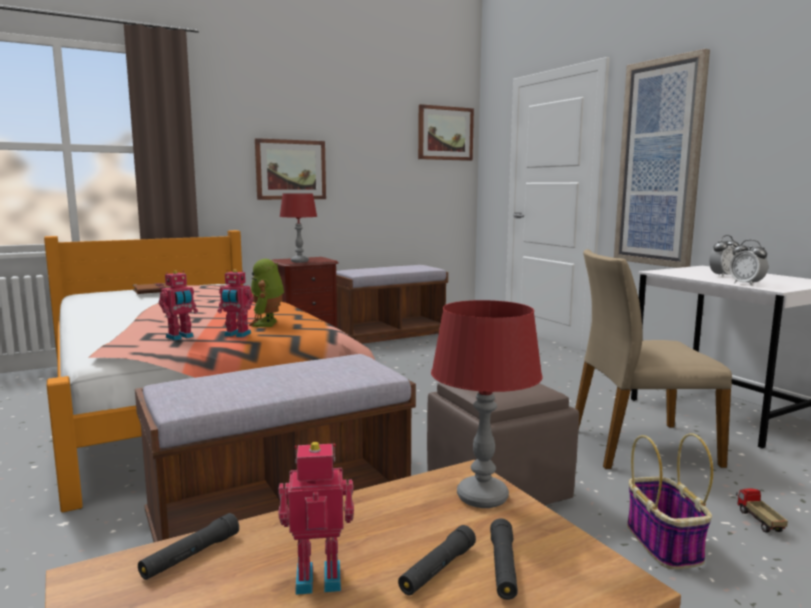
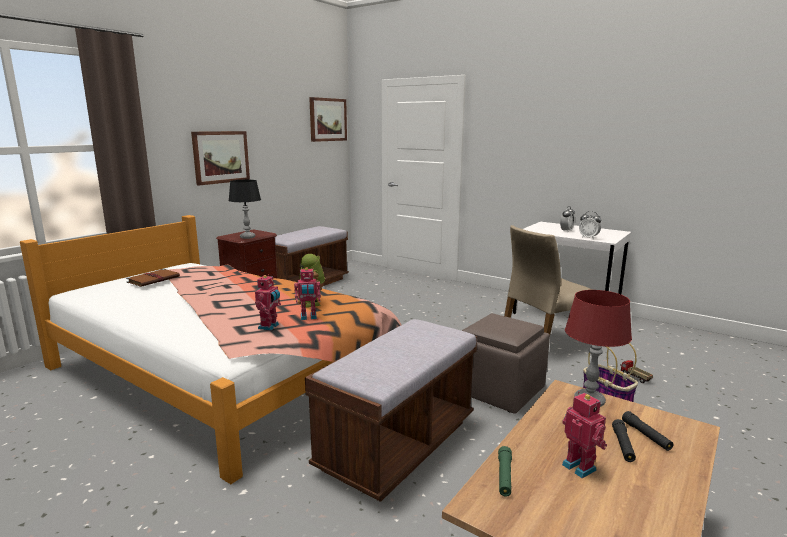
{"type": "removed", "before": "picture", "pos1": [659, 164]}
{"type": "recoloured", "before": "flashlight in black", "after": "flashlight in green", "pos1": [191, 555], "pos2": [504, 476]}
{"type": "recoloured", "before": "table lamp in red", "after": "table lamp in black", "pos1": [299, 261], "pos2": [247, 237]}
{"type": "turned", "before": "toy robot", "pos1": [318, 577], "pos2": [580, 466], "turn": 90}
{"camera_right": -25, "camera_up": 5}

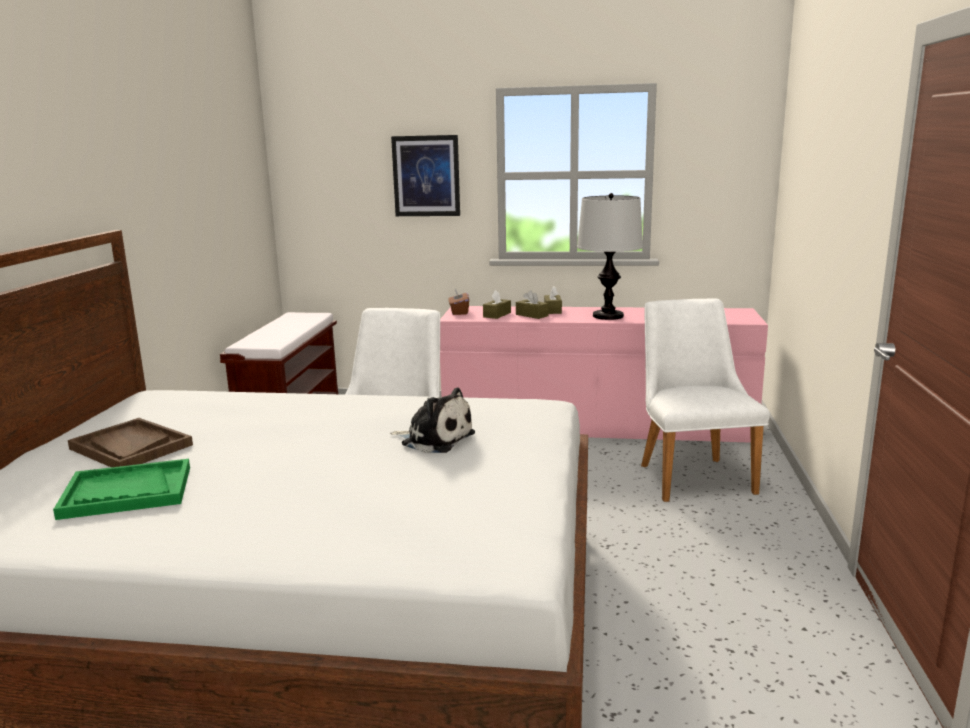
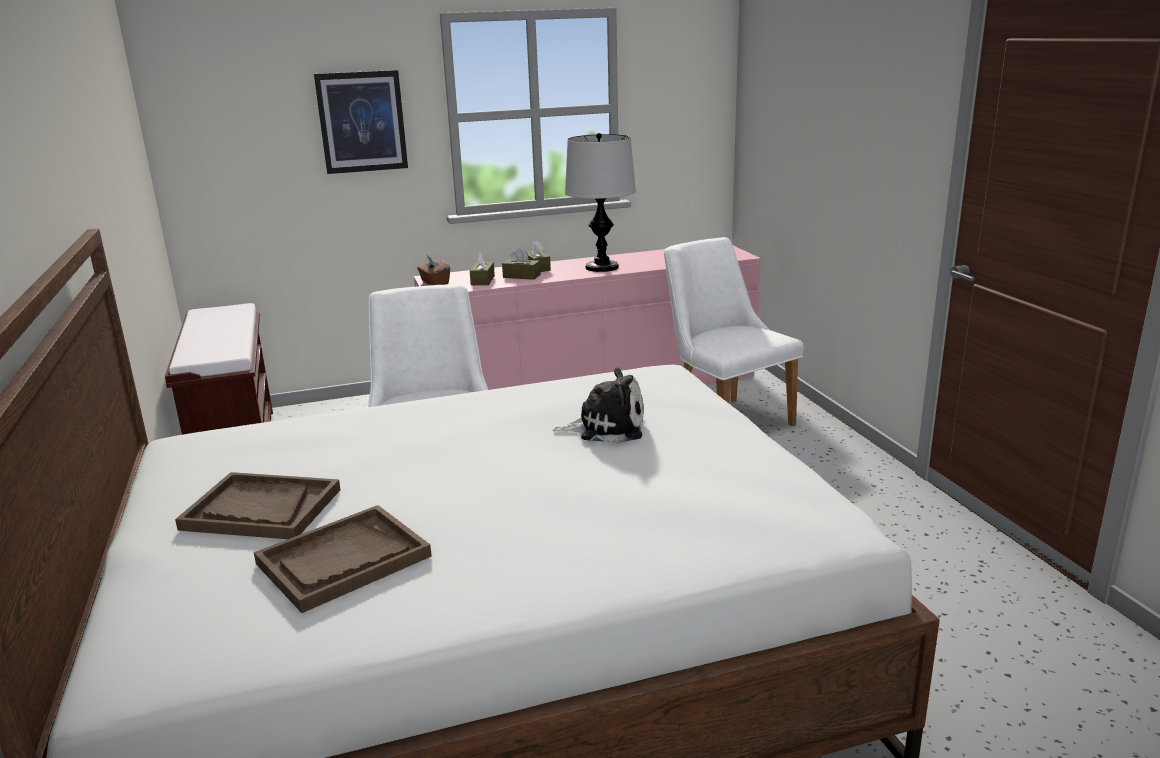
{"type": "recoloured", "before": "tray in green", "after": "tray in brown", "pos1": [126, 492], "pos2": [343, 560]}
{"camera_right": -25, "camera_up": 5}

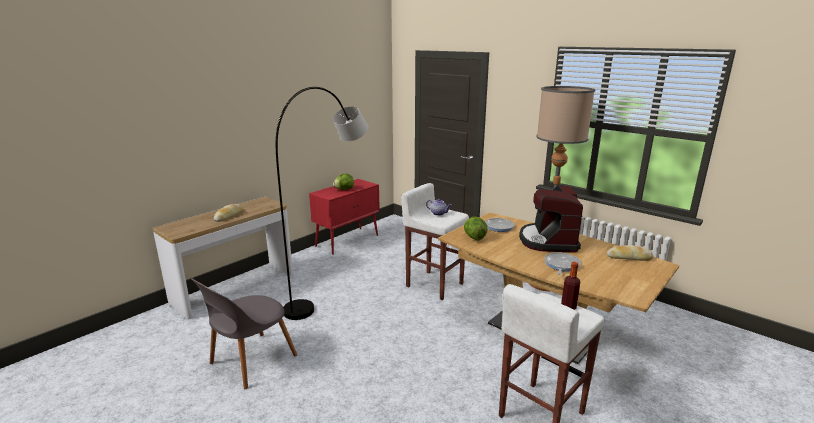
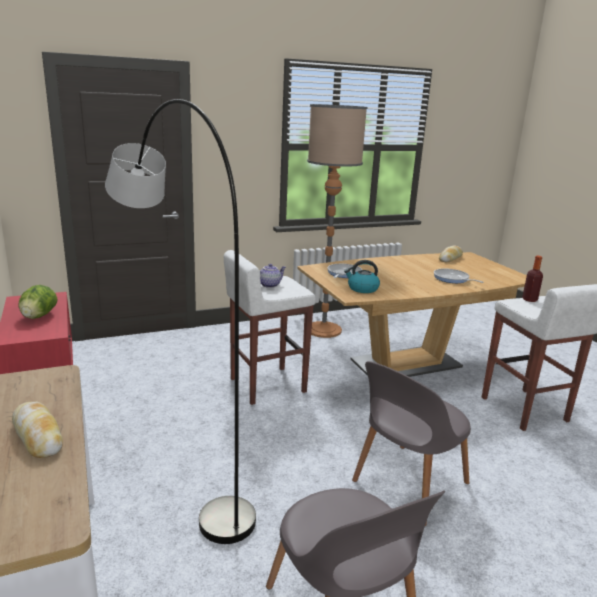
{"type": "removed", "before": "coffee machine", "pos1": [548, 241]}
{"type": "added", "after": "chair in grey", "pos2": [407, 484]}
{"type": "replaced", "before": "lettuce", "after": "kettle", "pos1": [474, 237], "pos2": [362, 289]}
{"camera_right": -65, "camera_up": 0}

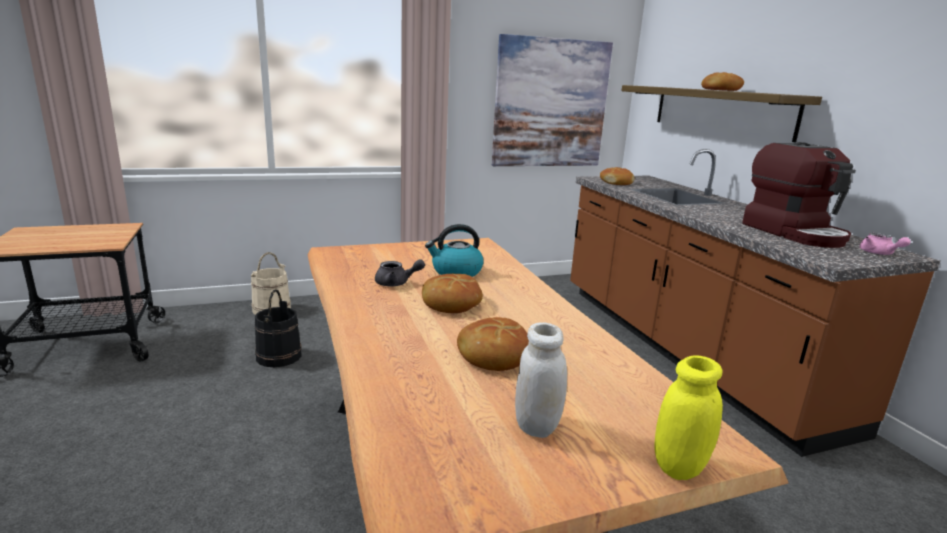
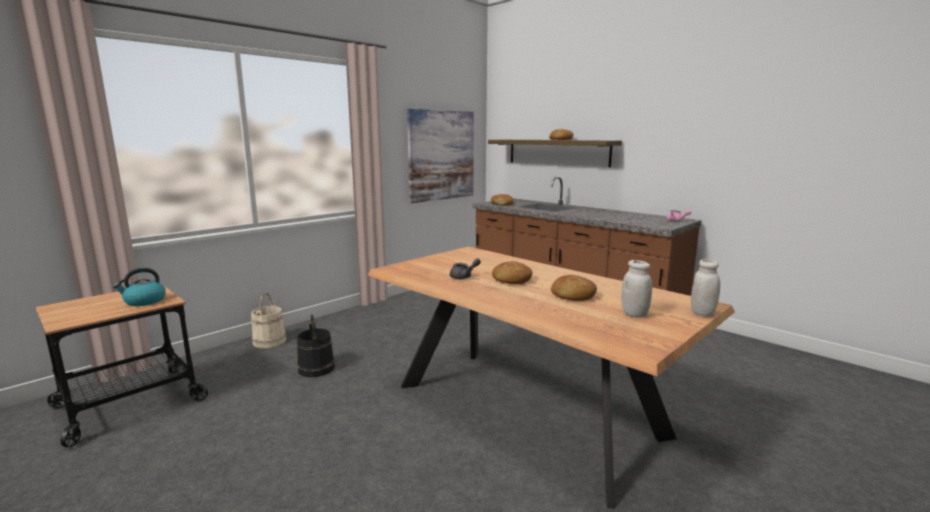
{"type": "removed", "before": "coffee machine", "pos1": [795, 233]}
{"type": "moved", "before": "kettle", "pos1": [456, 272], "pos2": [144, 301]}
{"type": "recoloured", "before": "jar in yellow", "after": "jar in white", "pos1": [679, 467], "pos2": [702, 313]}
{"camera_right": -25, "camera_up": -5}

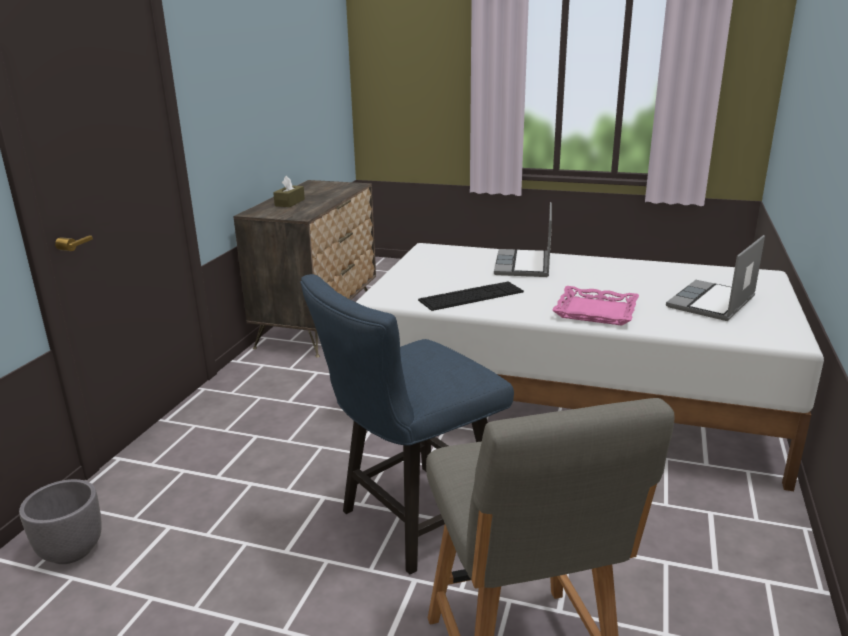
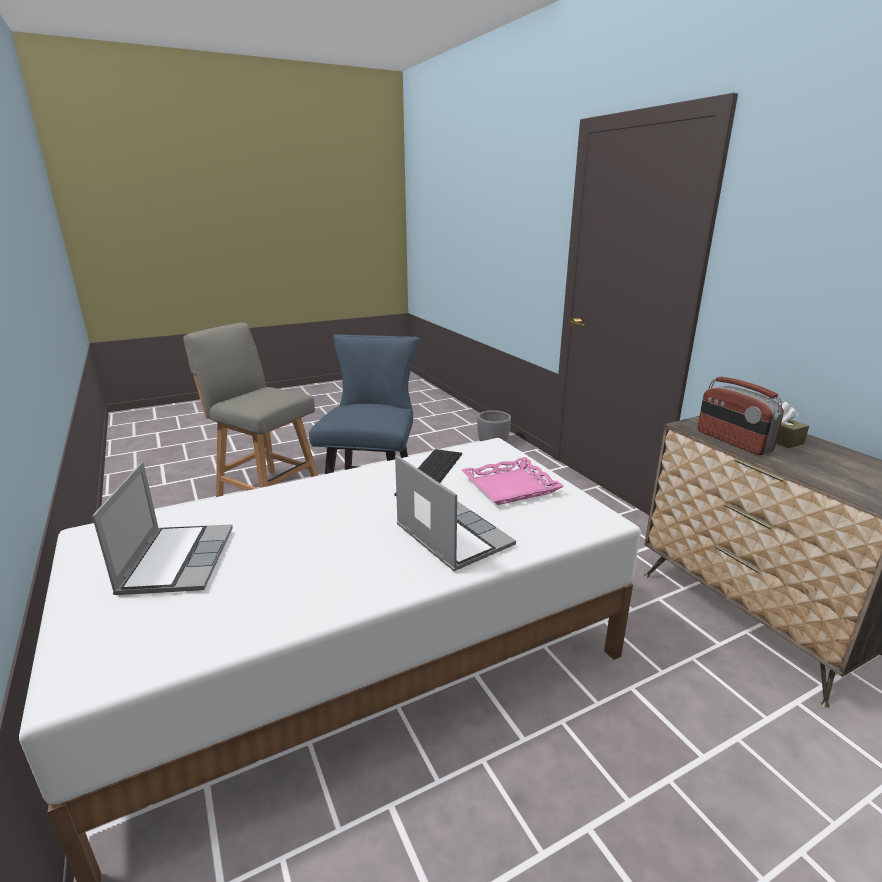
{"type": "added", "after": "radio", "pos2": [732, 441]}
{"type": "moved", "before": "tray in pink", "pos1": [596, 311], "pos2": [510, 487]}
{"camera_right": 135, "camera_up": 0}

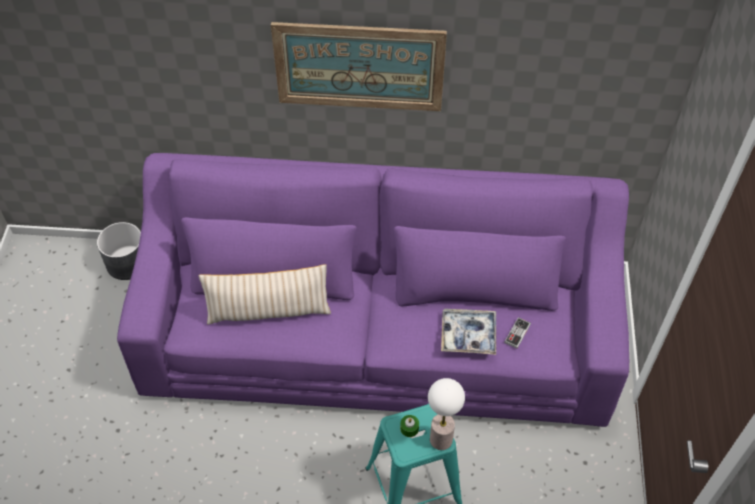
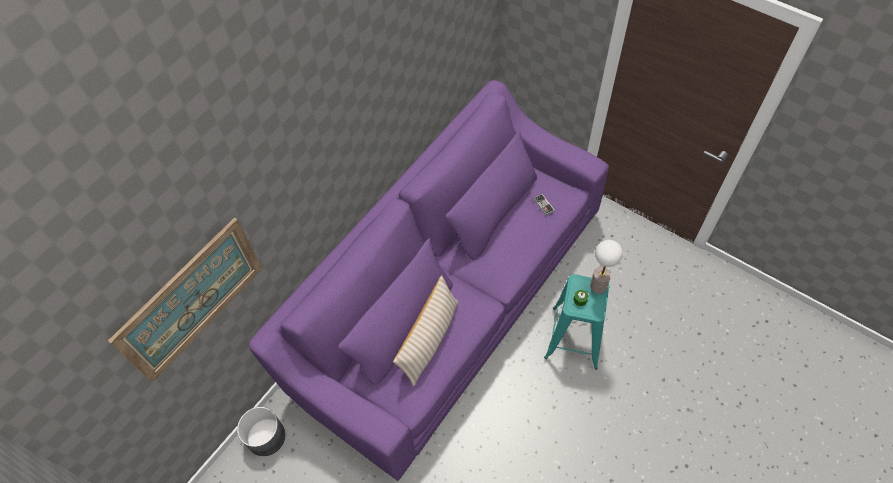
{"type": "removed", "before": "tray", "pos1": [468, 335]}
{"type": "moved", "before": "picture", "pos1": [359, 66], "pos2": [191, 299]}
{"camera_right": -55, "camera_up": 5}

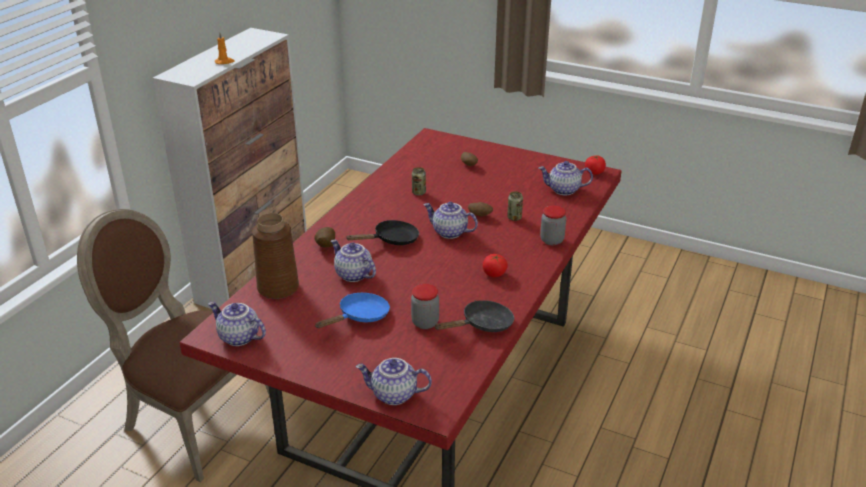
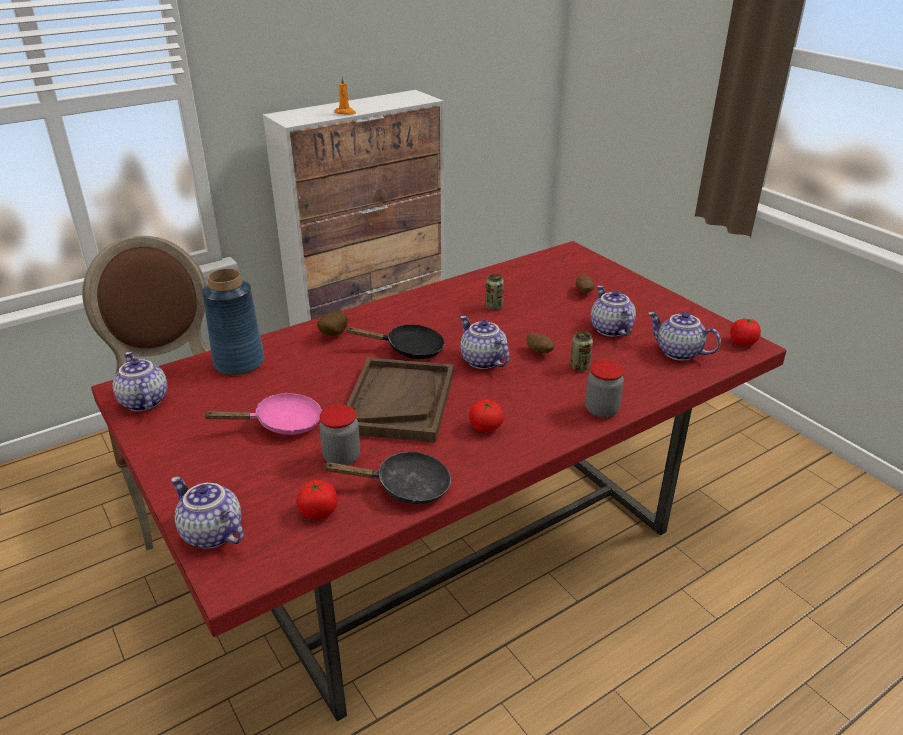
{"type": "added", "after": "tomato", "pos2": [319, 511]}
{"type": "added", "after": "tray in brown", "pos2": [399, 401]}
{"type": "moved", "before": "teapot", "pos1": [352, 275], "pos2": [609, 329]}
{"type": "recoloured", "before": "vase in brown", "after": "vase in blue", "pos1": [278, 288], "pos2": [238, 363]}
{"type": "recoloured", "before": "frying pan in blue", "after": "frying pan in pink", "pos1": [360, 316], "pos2": [282, 423]}
{"camera_right": 30, "camera_up": 0}

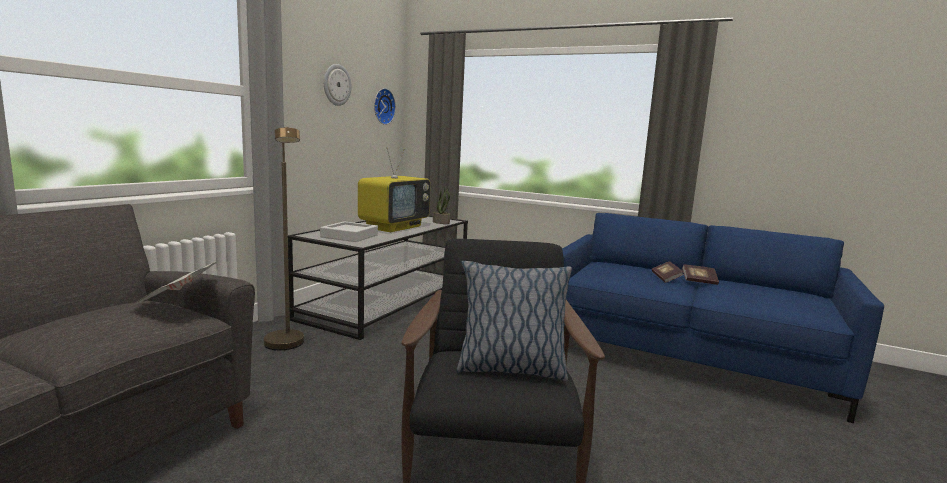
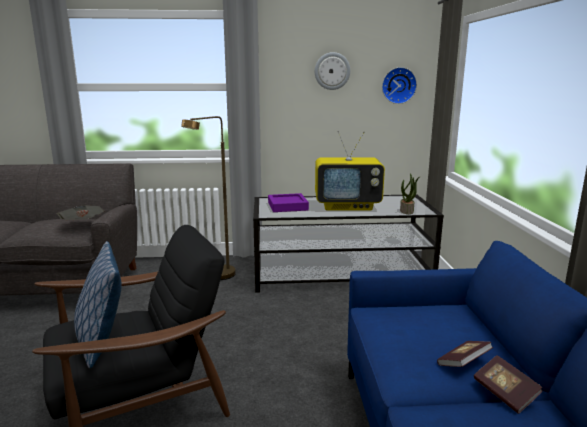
{"type": "recoloured", "before": "tray in grey", "after": "tray in purple", "pos1": [349, 236], "pos2": [287, 206]}
{"camera_right": 60, "camera_up": 5}

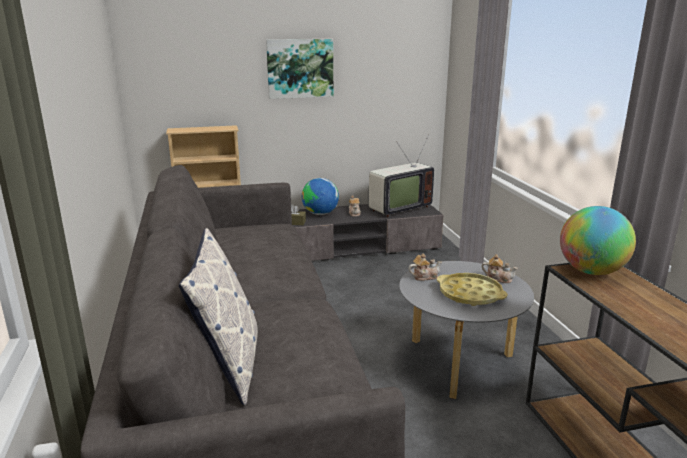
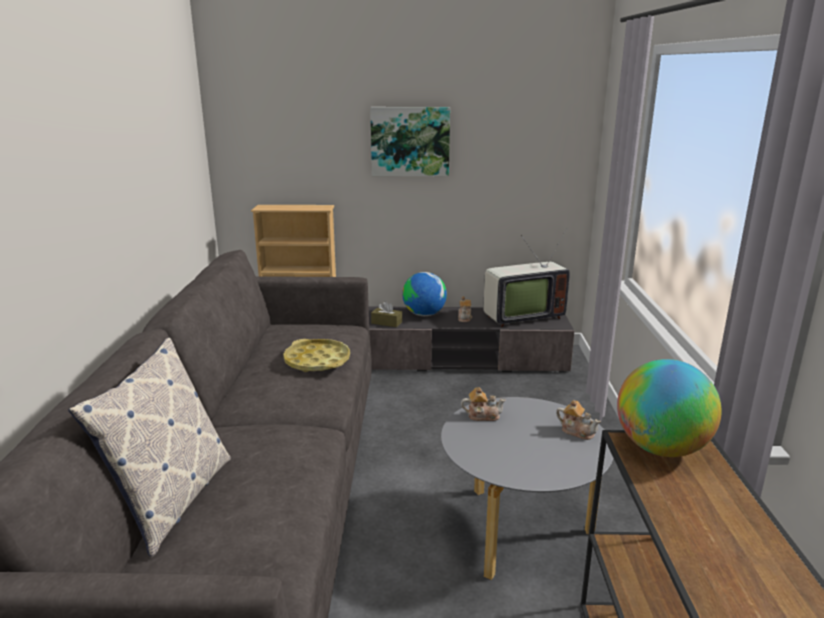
{"type": "moved", "before": "tray in yellow", "pos1": [470, 294], "pos2": [317, 361]}
{"camera_right": 15, "camera_up": 0}

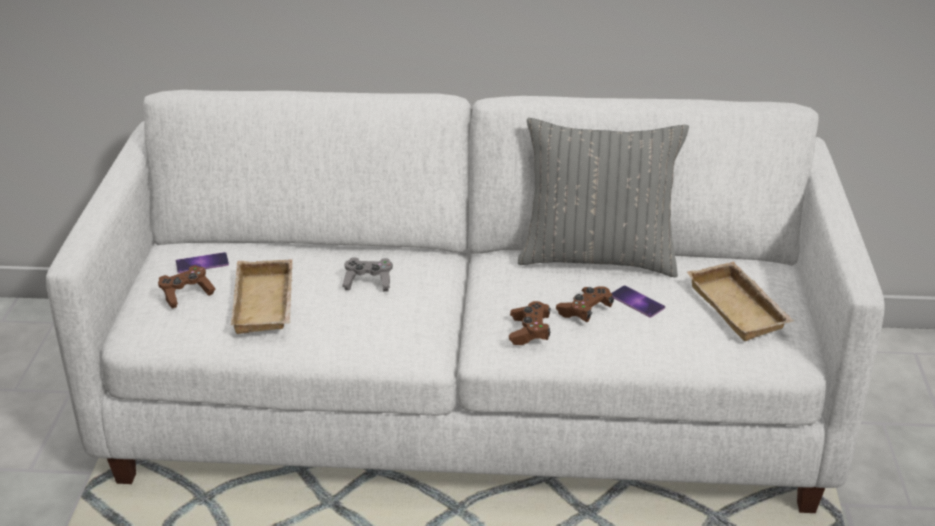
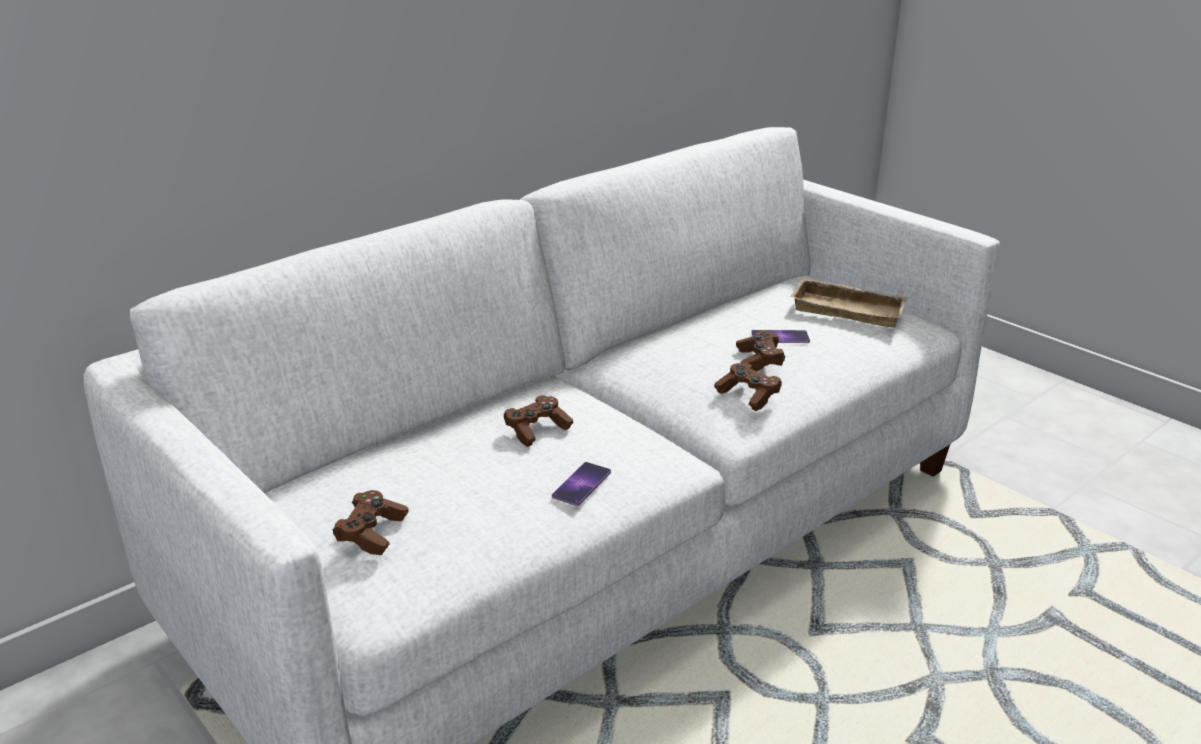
{"type": "removed", "before": "tray in beige", "pos1": [267, 304]}
{"type": "removed", "before": "pillow in grey", "pos1": [598, 257]}
{"type": "moved", "before": "phone", "pos1": [202, 263], "pos2": [581, 484]}
{"type": "recoloured", "before": "game controller in grey", "after": "game controller in brown", "pos1": [368, 282], "pos2": [537, 430]}
{"camera_right": -45, "camera_up": -5}

